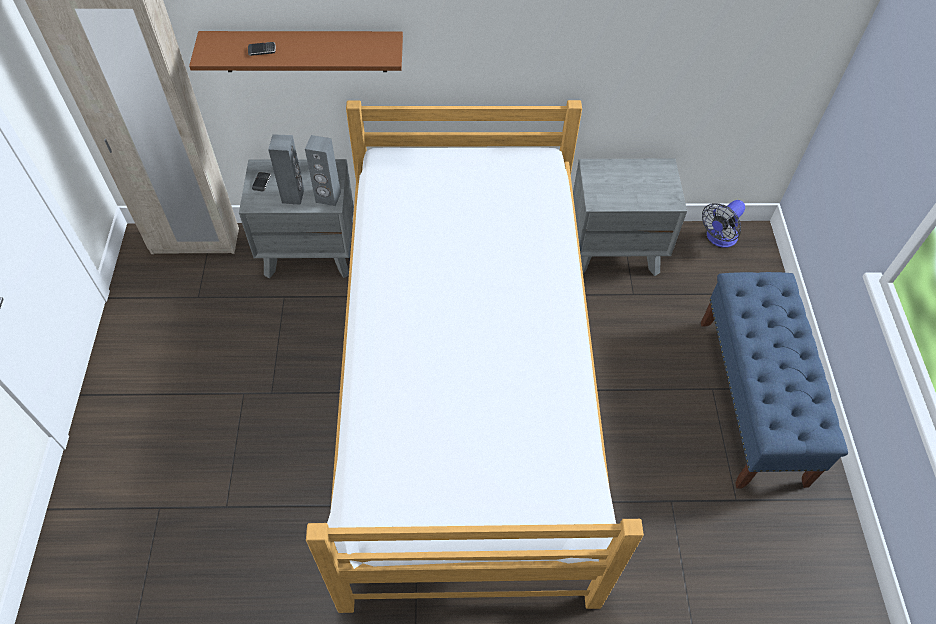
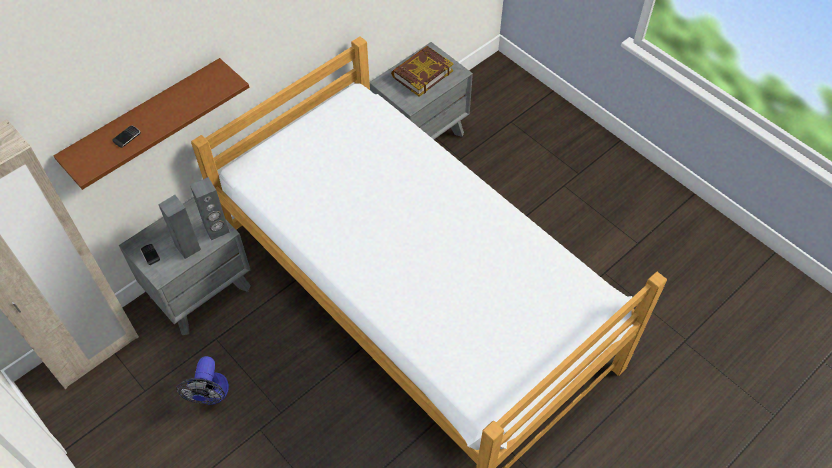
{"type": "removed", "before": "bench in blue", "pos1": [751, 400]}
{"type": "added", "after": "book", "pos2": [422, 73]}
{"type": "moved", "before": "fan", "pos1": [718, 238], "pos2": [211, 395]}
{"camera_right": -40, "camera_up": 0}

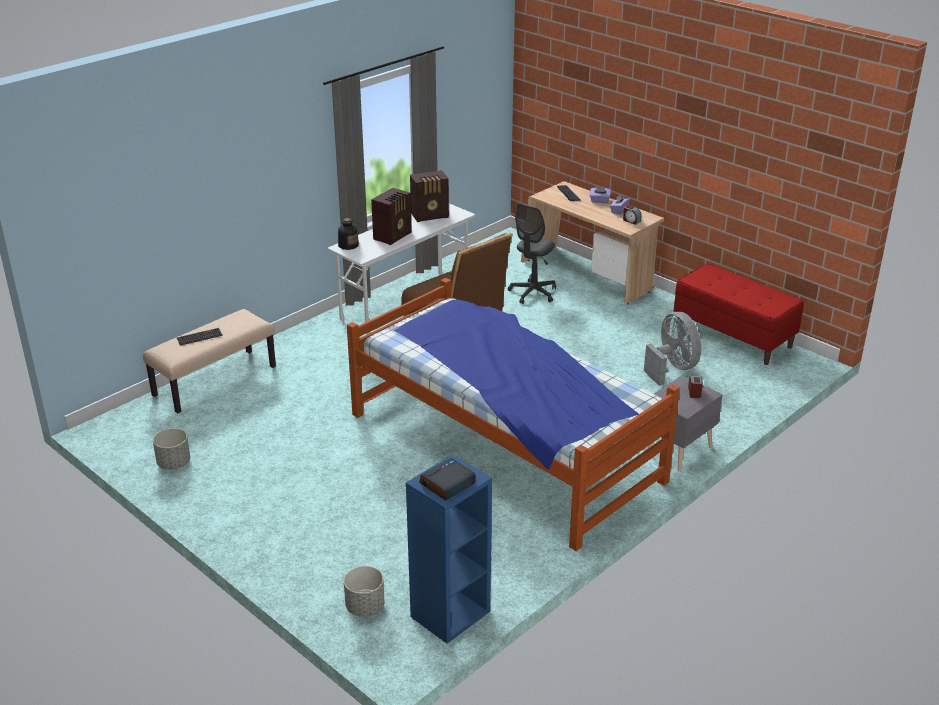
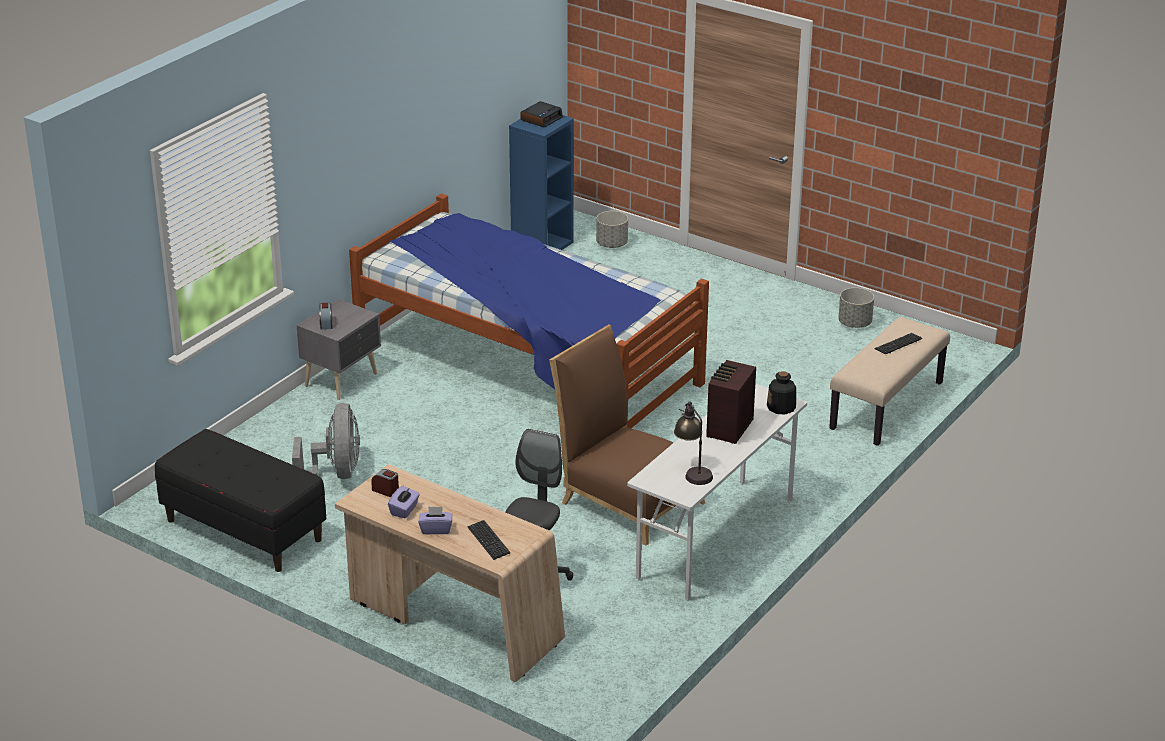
{"type": "replaced", "before": "radio", "after": "table lamp", "pos1": [430, 216], "pos2": [692, 471]}
{"type": "recoloured", "before": "bench in red", "after": "bench in black", "pos1": [733, 336], "pos2": [243, 530]}
{"type": "turned", "before": "fan in grey", "pos1": [672, 368], "pos2": [335, 474], "turn": -150}
{"camera_right": 170, "camera_up": 0}

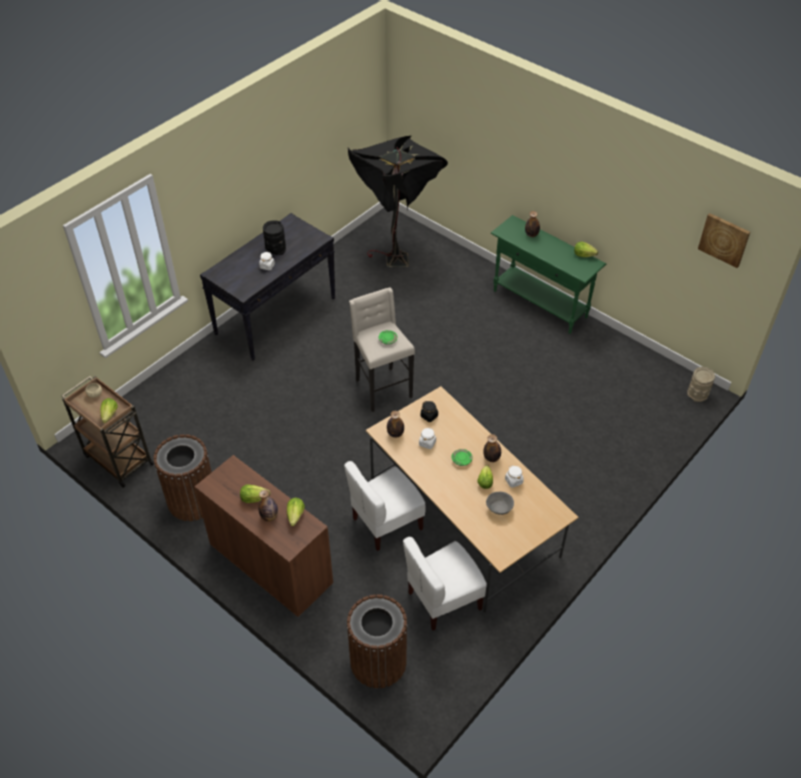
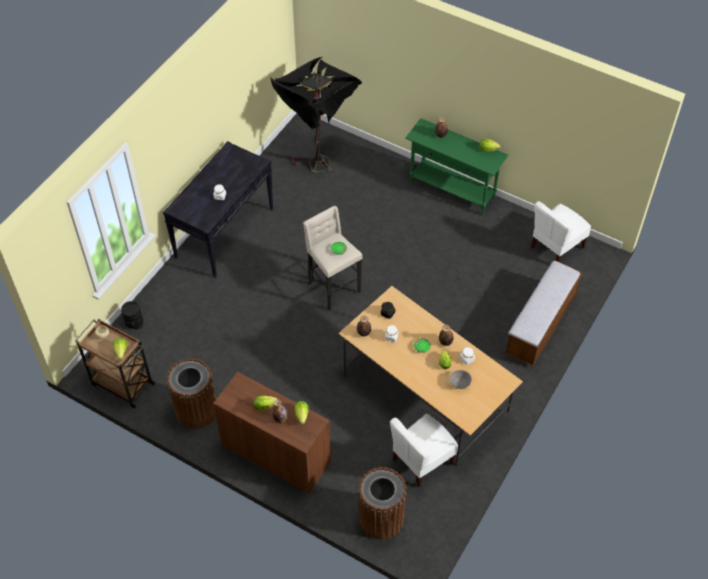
{"type": "removed", "before": "vase in beige", "pos1": [697, 394]}
{"type": "removed", "before": "picture", "pos1": [724, 239]}
{"type": "added", "after": "bench", "pos2": [540, 324]}
{"type": "moved", "before": "vase in black", "pos1": [275, 249], "pos2": [134, 323]}
{"type": "moved", "before": "chair in white", "pos1": [386, 523], "pos2": [556, 247]}
{"camera_right": -10, "camera_up": 5}

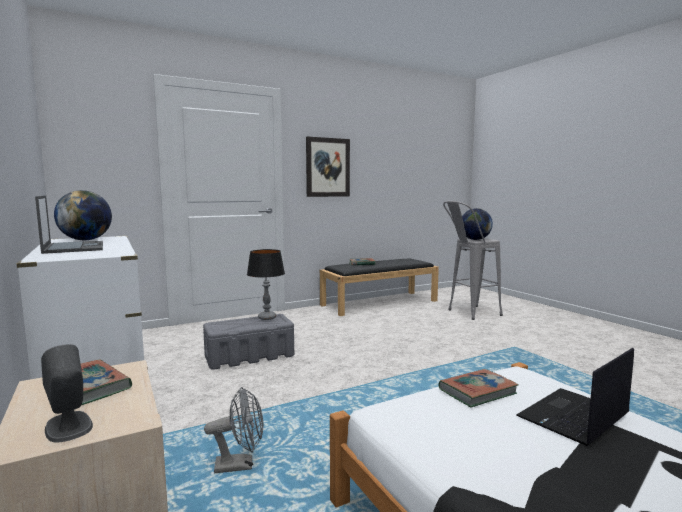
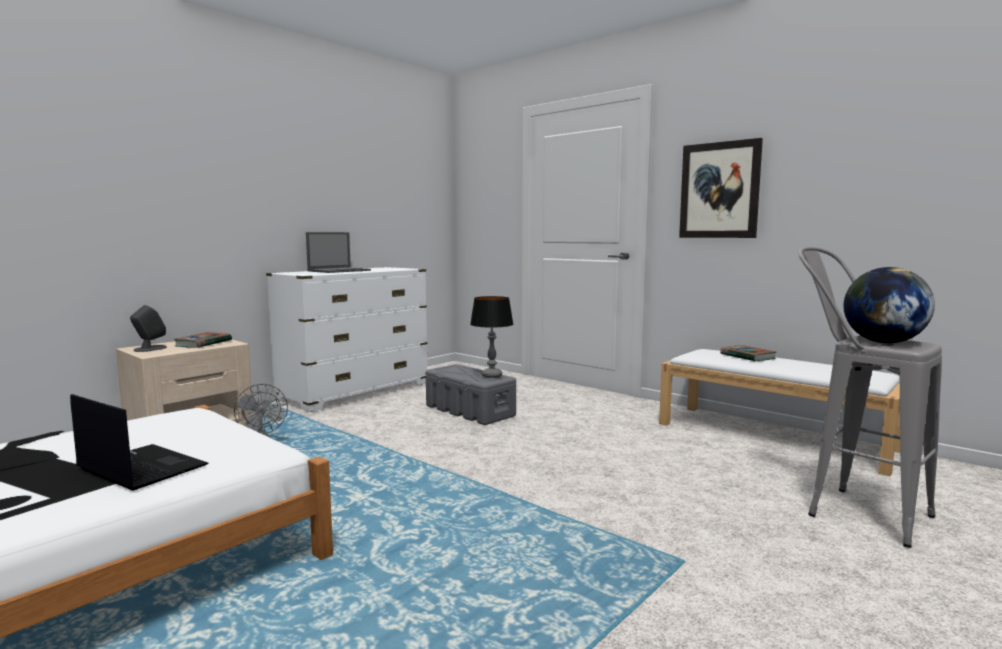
{"type": "removed", "before": "globe", "pos1": [86, 240]}
{"type": "removed", "before": "book", "pos1": [477, 392]}
{"type": "recoloured", "before": "bench in black", "after": "bench in white", "pos1": [380, 303], "pos2": [775, 436]}
{"camera_right": 70, "camera_up": 0}

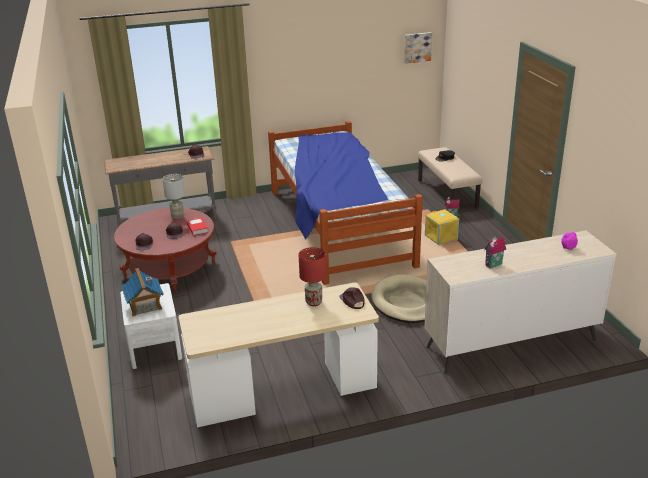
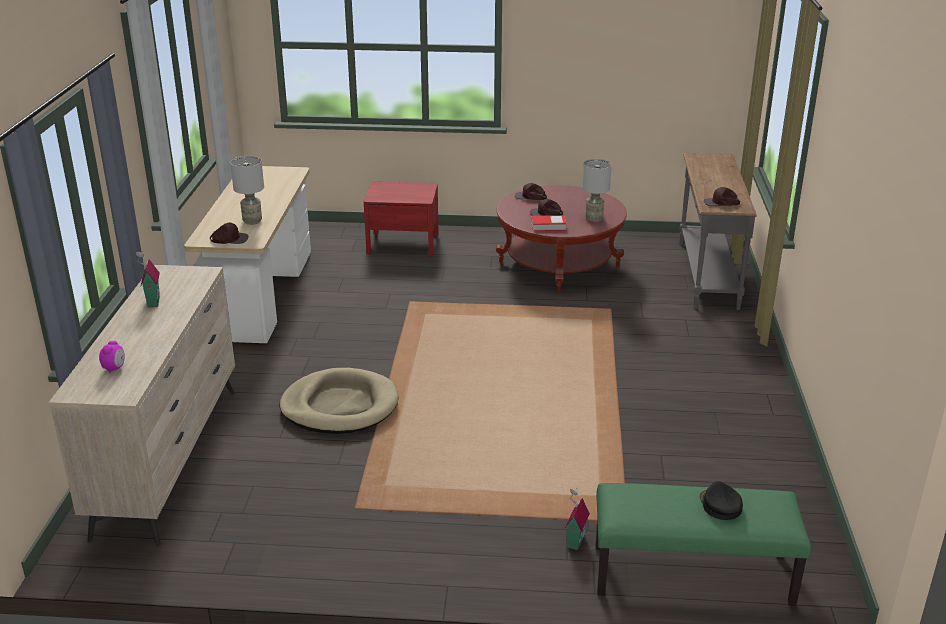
{"type": "removed", "before": "toy house", "pos1": [144, 305]}
{"type": "removed", "before": "bed", "pos1": [337, 227]}
{"type": "removed", "before": "picture", "pos1": [417, 47]}
{"type": "removed", "before": "storage box in yellow", "pos1": [441, 237]}
{"type": "recoloured", "before": "nightstand in white", "after": "nightstand in red", "pos1": [154, 346], "pos2": [403, 244]}
{"type": "recoloured", "before": "table lamp in red", "after": "table lamp in grey", "pos1": [313, 302], "pos2": [252, 221]}
{"type": "recoloured", "before": "bench in beige", "after": "bench in green", "pos1": [447, 194], "pos2": [691, 576]}
{"camera_right": 110, "camera_up": 0}

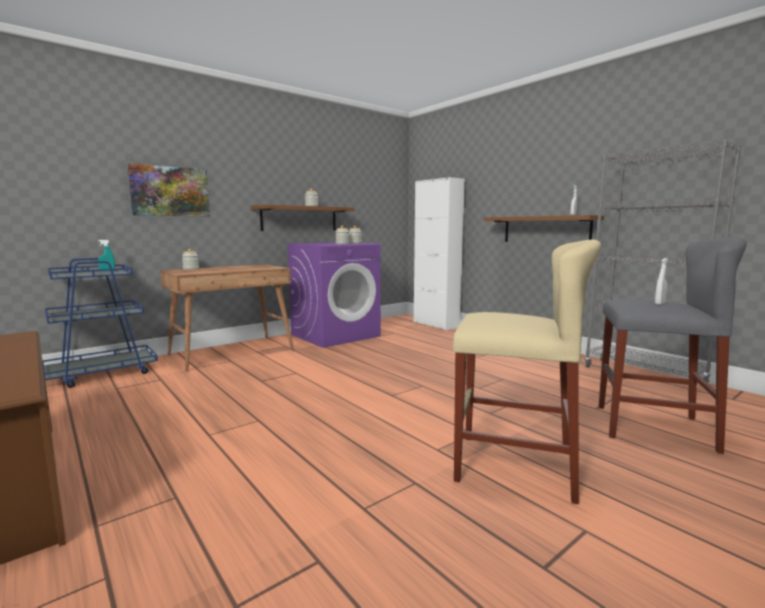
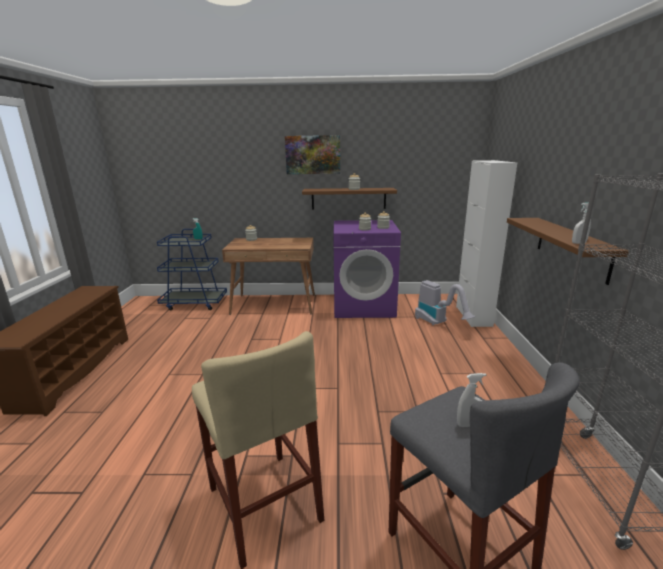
{"type": "added", "after": "vacuum cleaner", "pos2": [439, 323]}
{"type": "moved", "before": "picture", "pos1": [170, 191], "pos2": [313, 155]}
{"camera_right": 40, "camera_up": 10}

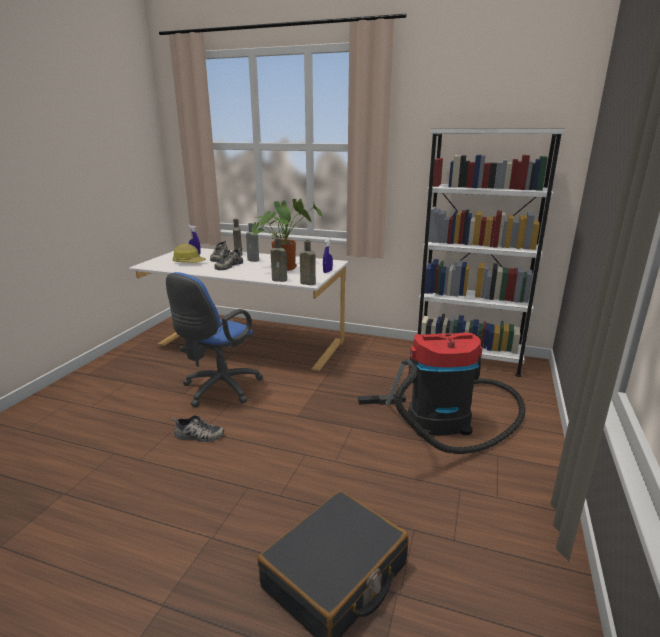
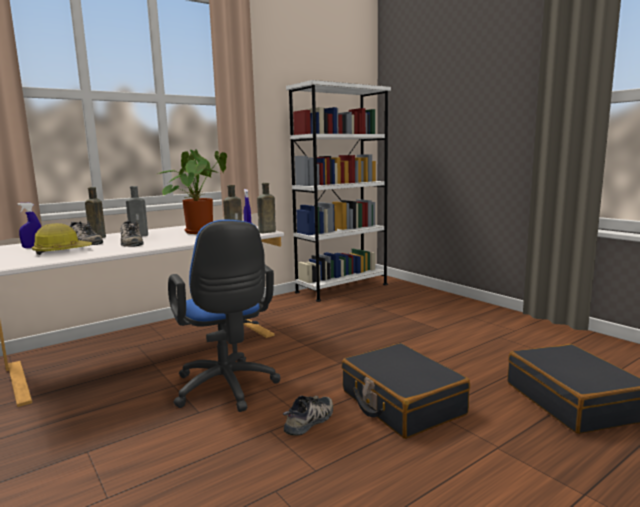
{"type": "removed", "before": "vacuum cleaner", "pos1": [445, 421]}
{"type": "added", "after": "suitcase in black", "pos2": [401, 403]}
{"camera_right": -55, "camera_up": -10}

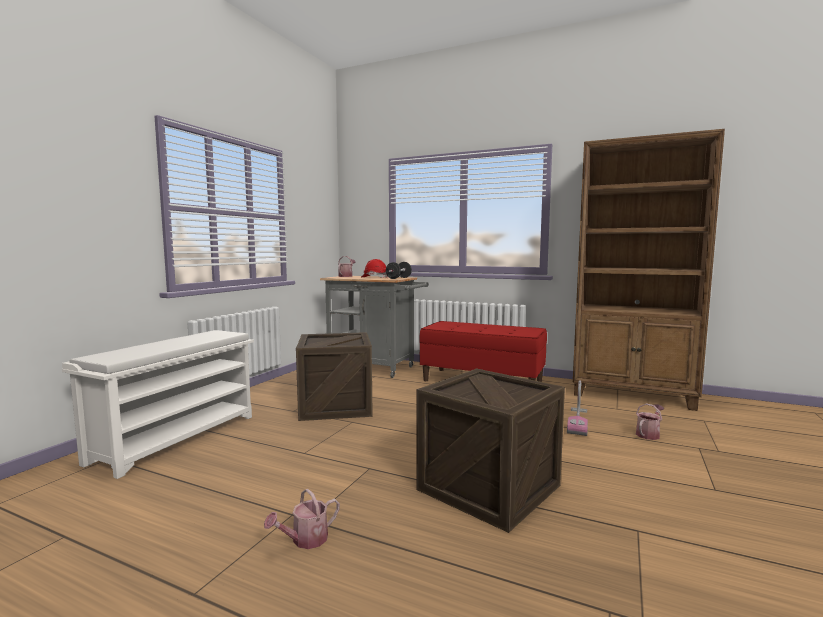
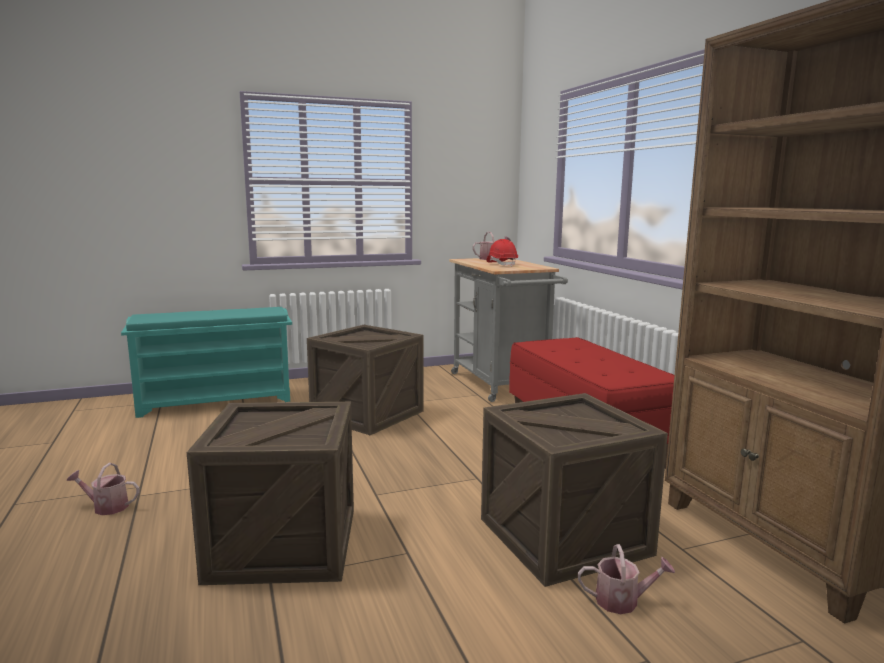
{"type": "removed", "before": "dumbbell in black", "pos1": [398, 278]}
{"type": "replaced", "before": "vacuum cleaner", "after": "crate", "pos1": [578, 422], "pos2": [564, 536]}
{"type": "recoloured", "before": "shoe rack in white", "after": "shoe rack in turquoise", "pos1": [177, 437], "pos2": [217, 401]}
{"camera_right": 45, "camera_up": 5}

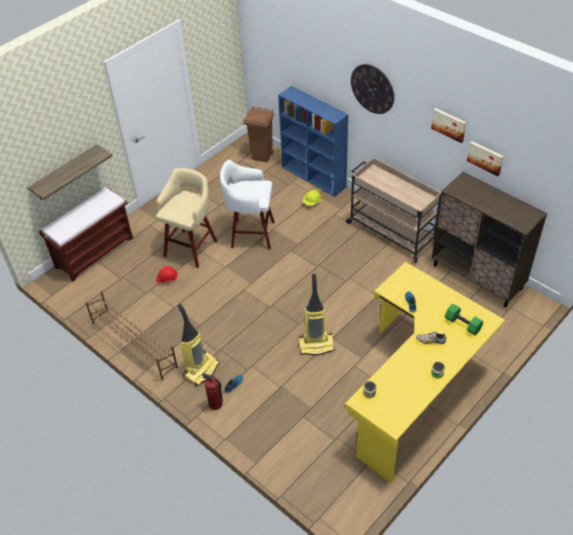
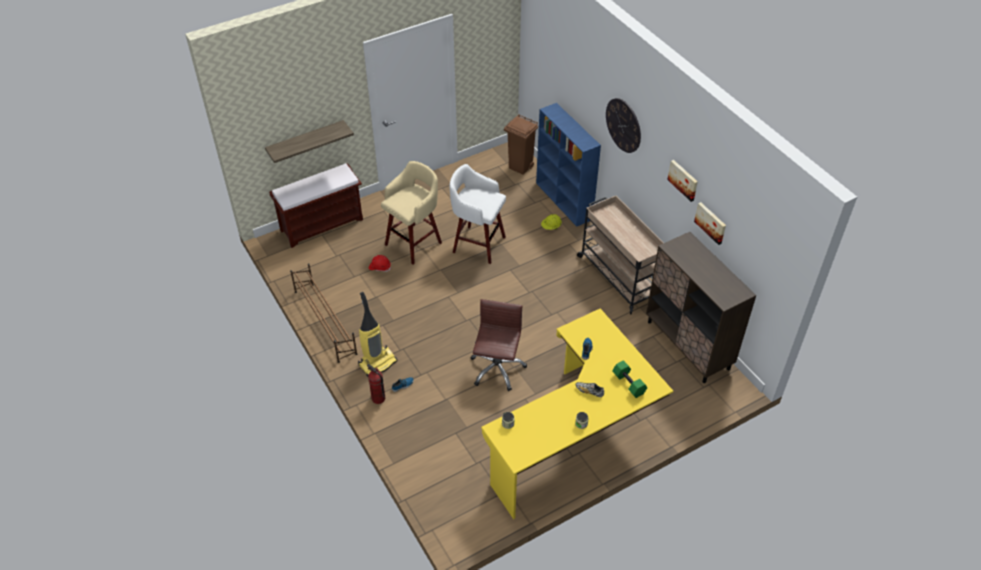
{"type": "replaced", "before": "vacuum cleaner", "after": "office chair in brown", "pos1": [316, 345], "pos2": [496, 369]}
{"camera_right": 15, "camera_up": 0}

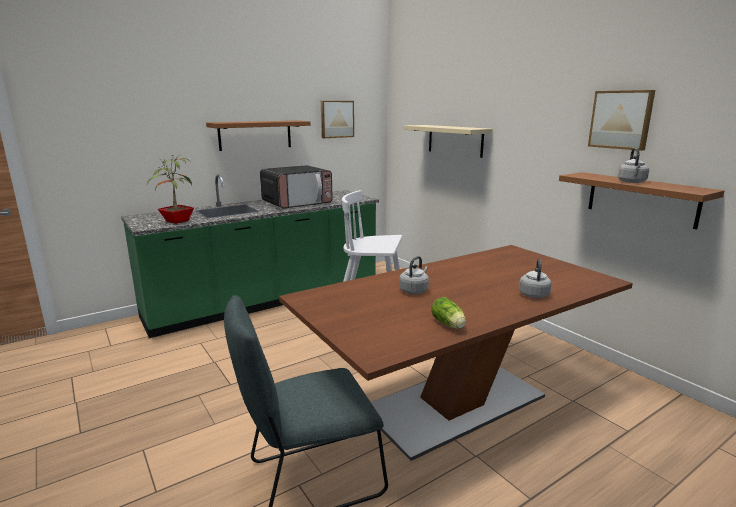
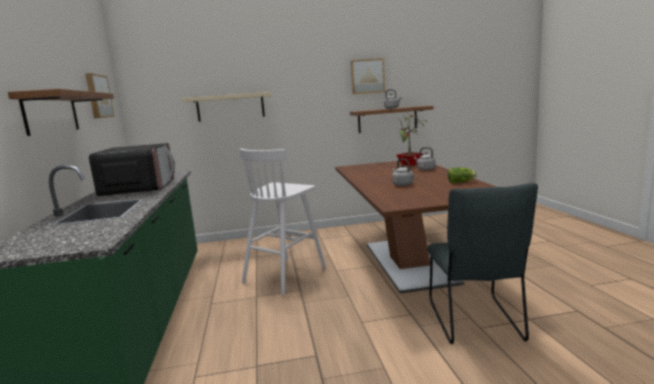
{"type": "moved", "before": "potted plant", "pos1": [176, 221], "pos2": [410, 164]}
{"camera_right": -65, "camera_up": -5}

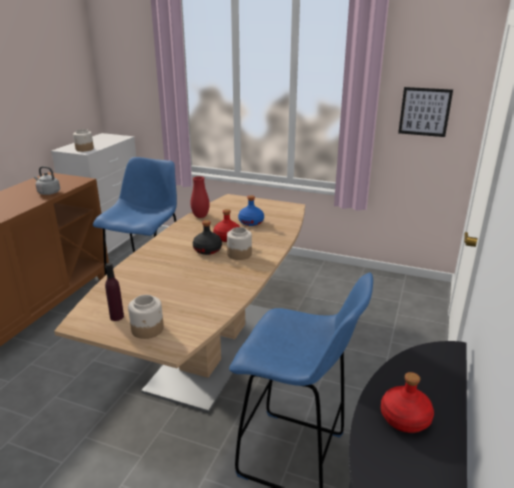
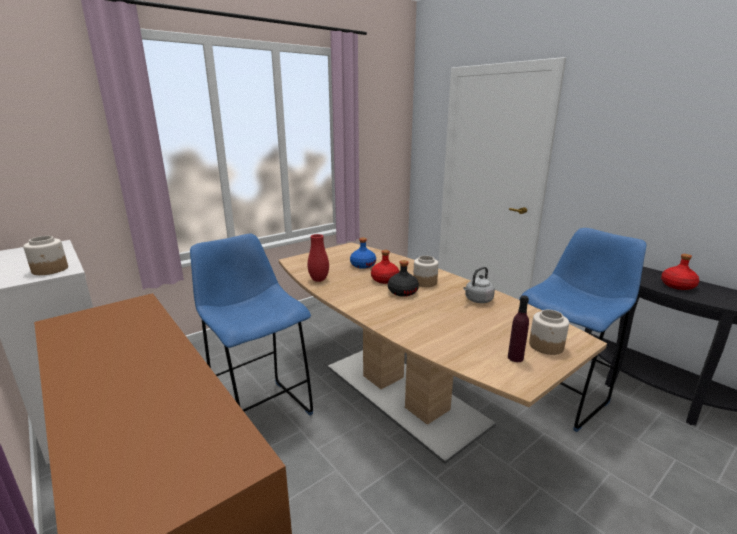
{"type": "removed", "before": "picture", "pos1": [424, 112]}
{"type": "moved", "before": "kettle in grey", "pos1": [48, 192], "pos2": [477, 300]}
{"camera_right": -60, "camera_up": -5}

